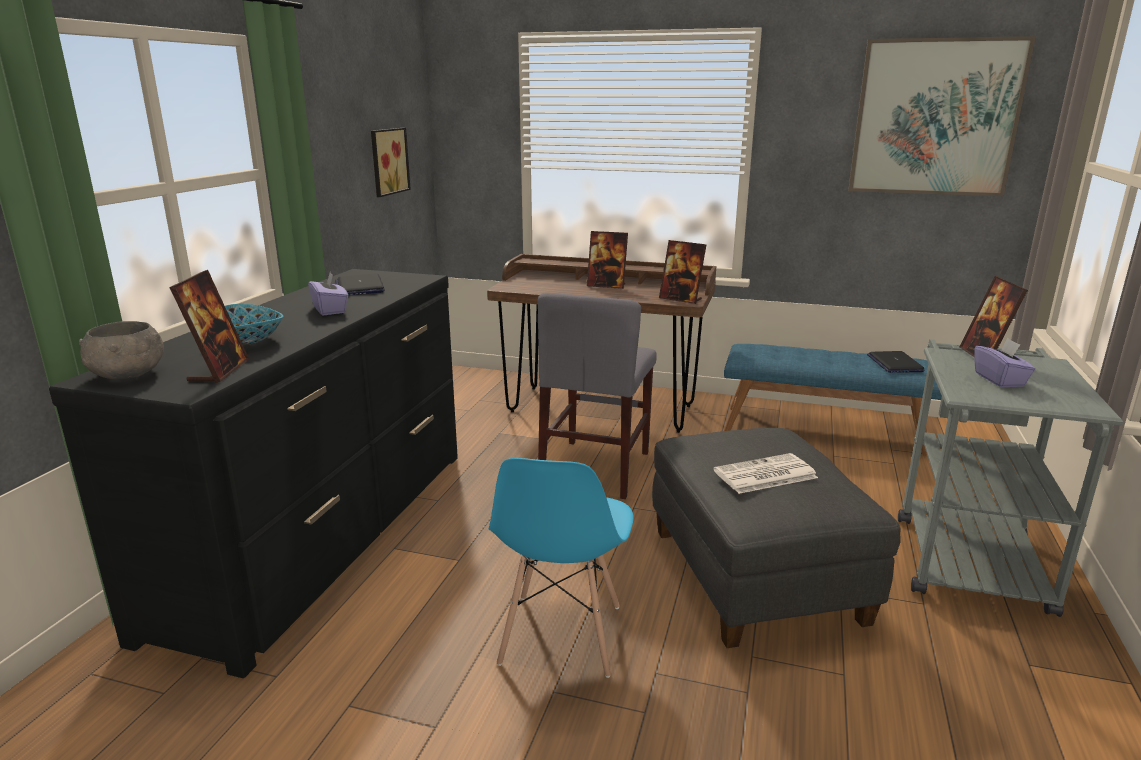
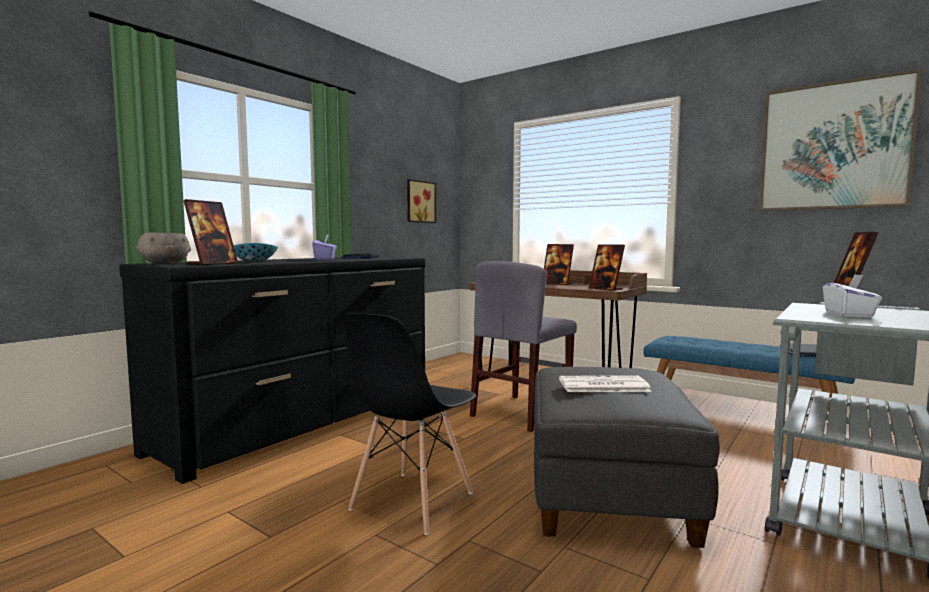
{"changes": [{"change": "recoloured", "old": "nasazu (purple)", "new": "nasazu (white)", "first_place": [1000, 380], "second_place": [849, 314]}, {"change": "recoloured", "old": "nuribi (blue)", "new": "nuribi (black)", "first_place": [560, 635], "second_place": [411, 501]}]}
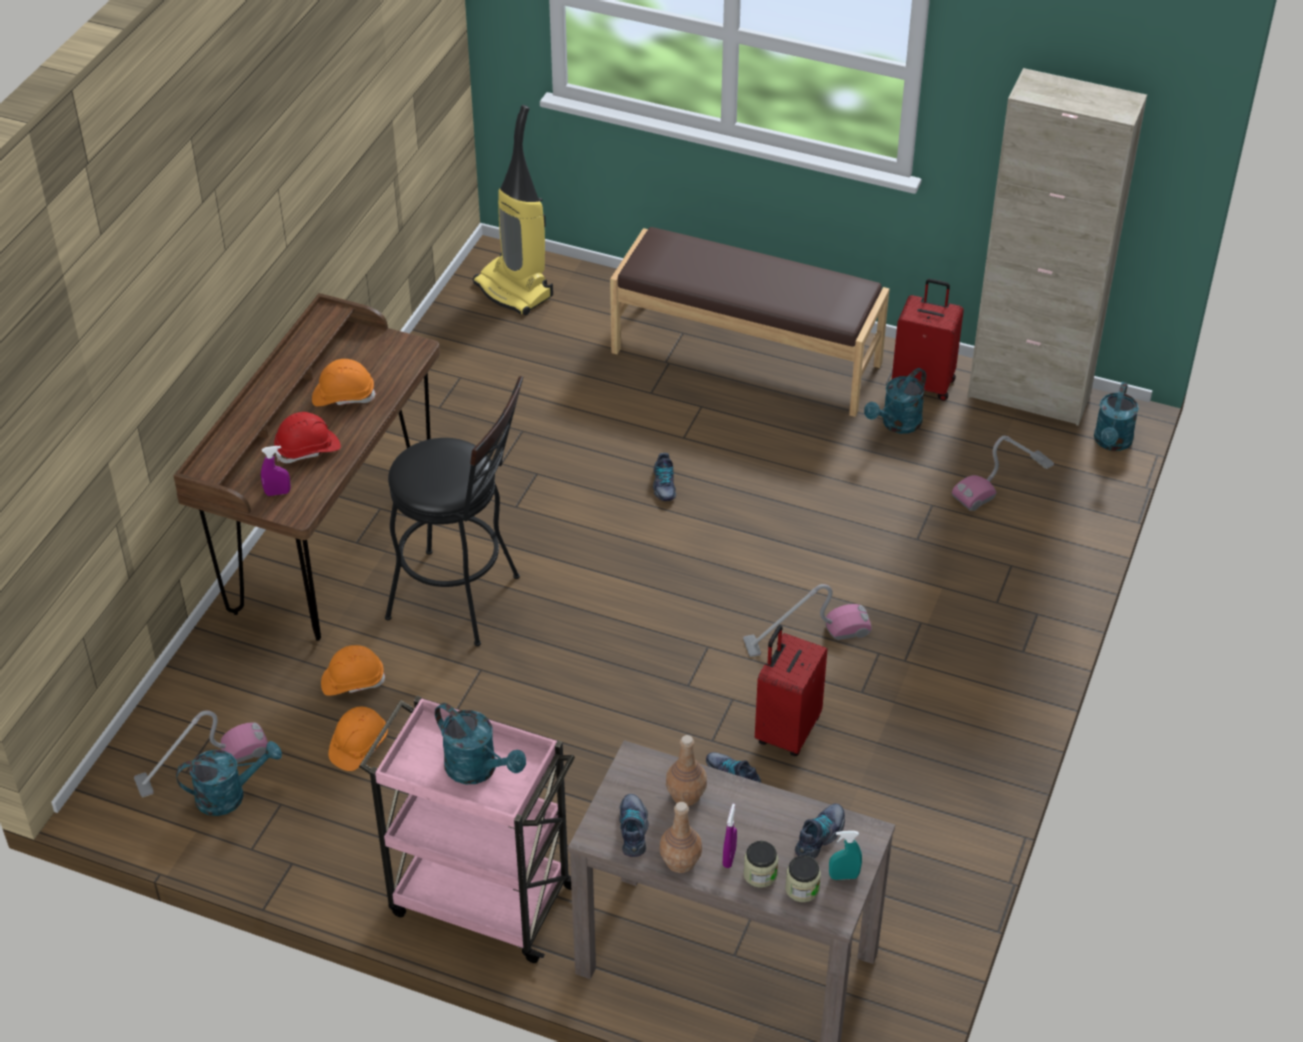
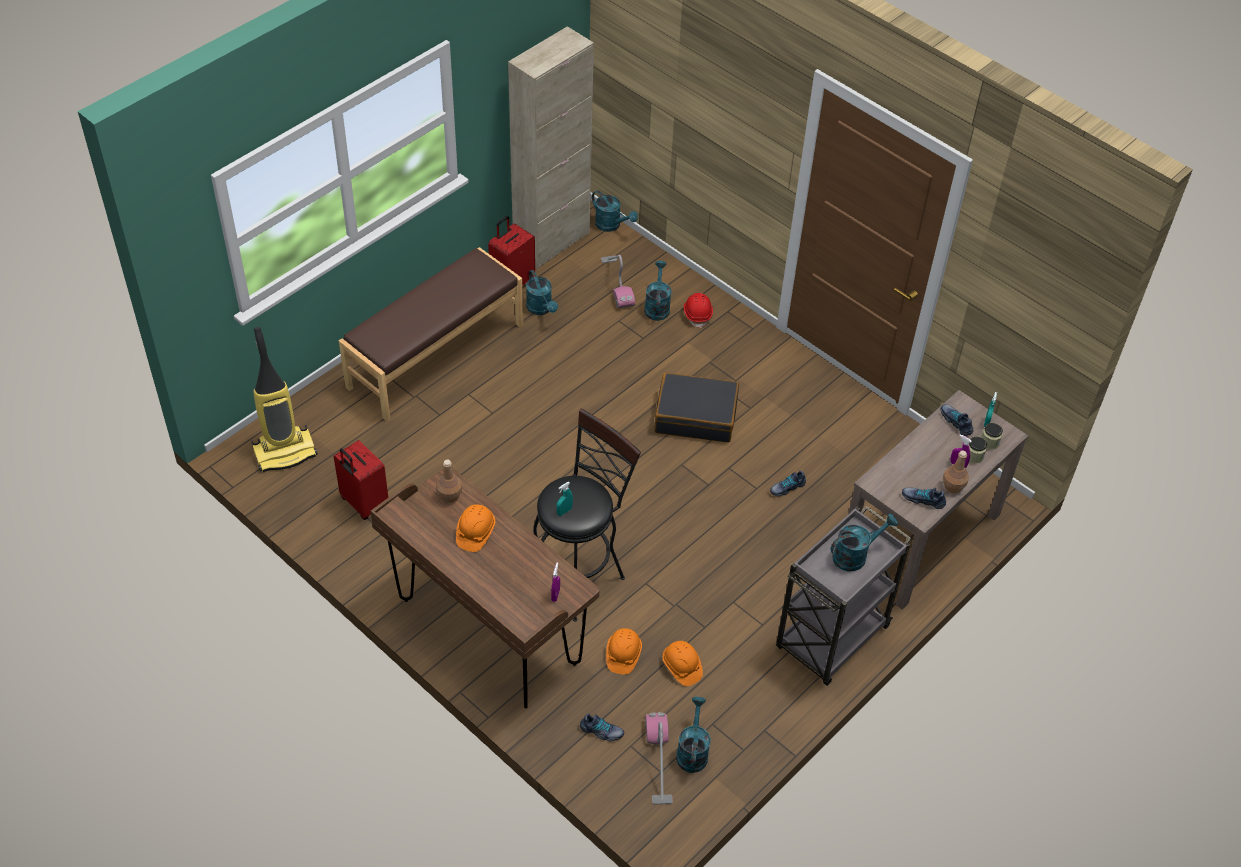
{"changes": [{"change": "moved", "old": "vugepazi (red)", "first_place": [308, 449], "second_place": [697, 314]}, {"change": "moved", "old": "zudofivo", "first_place": [663, 485], "second_place": [601, 731]}, {"change": "replaced", "old": "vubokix", "new": "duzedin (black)", "first_place": [807, 636], "second_place": [695, 416]}, {"change": "moved", "old": "duzedin (red)", "first_place": [786, 730], "second_place": [363, 503]}, {"change": "recoloured", "old": "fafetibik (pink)", "new": "fafetibik (grey)", "first_place": [479, 899], "second_place": [831, 639]}, {"change": "moved", "old": "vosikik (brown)", "first_place": [685, 794], "second_place": [449, 496]}, {"change": "added", "new": "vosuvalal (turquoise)", "second_place": [657, 306]}, {"change": "added", "new": "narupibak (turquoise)", "second_place": [564, 511]}]}
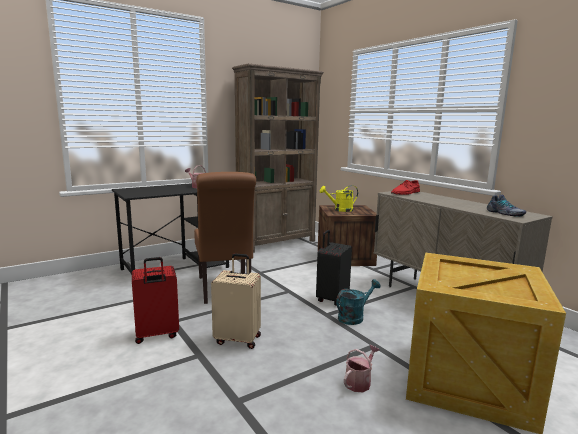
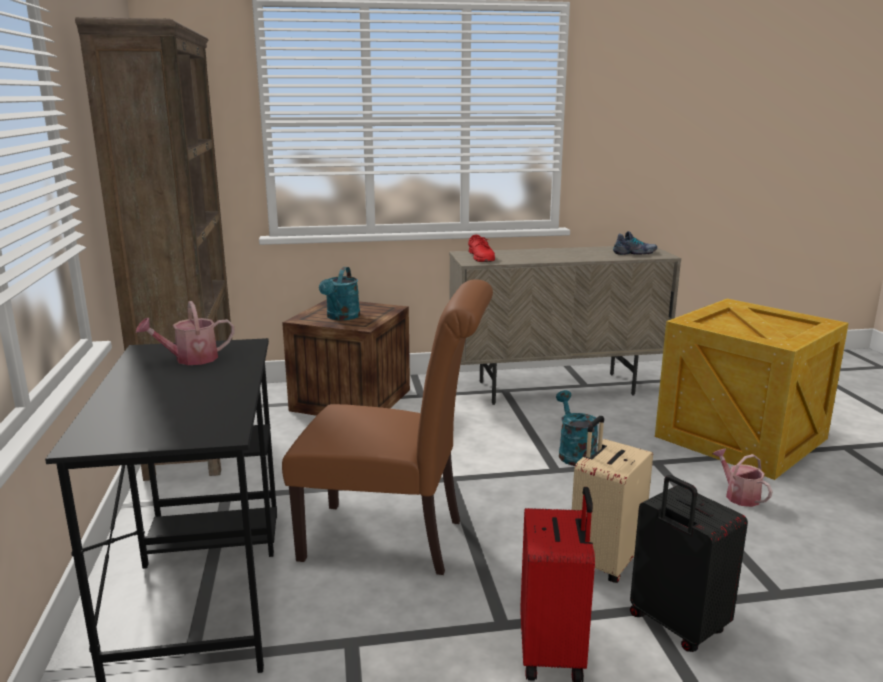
{"changes": [{"change": "recoloured", "old": "vosuvalal (yellow)", "new": "vosuvalal (turquoise)", "first_place": [340, 210], "second_place": [341, 317]}, {"change": "moved", "old": "duzedin (black)", "first_place": [332, 299], "second_place": [675, 625]}]}
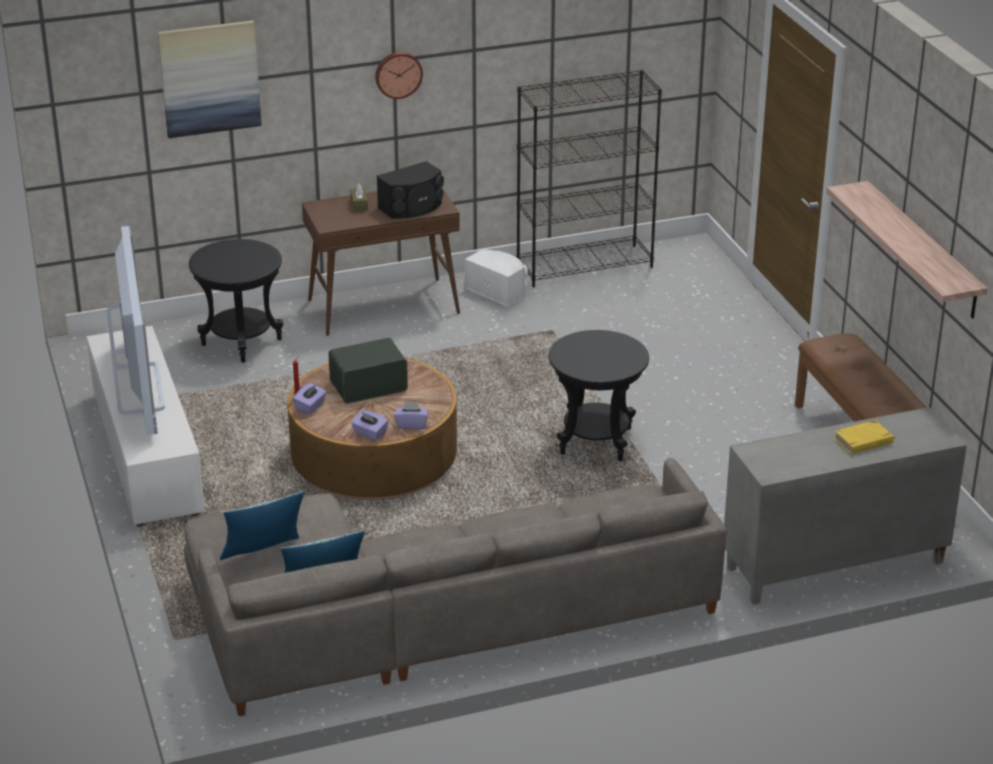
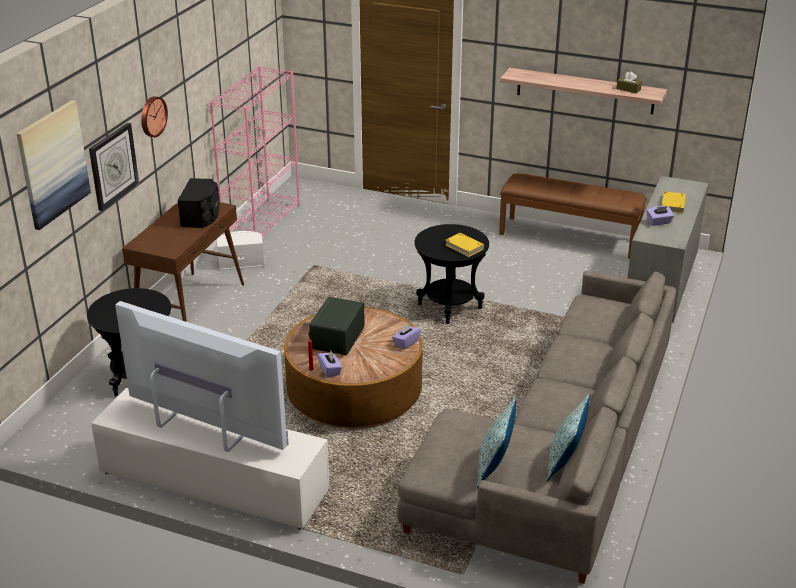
{"changes": [{"change": "recoloured", "old": "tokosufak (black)", "new": "tokosufak (pink)", "first_place": [585, 265], "second_place": [262, 223]}, {"change": "moved", "old": "nasazu (brown)", "first_place": [359, 205], "second_place": [628, 89]}, {"change": "moved", "old": "nasazu (purple)", "first_place": [369, 434], "second_place": [659, 222]}, {"change": "added", "new": "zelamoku", "second_place": [113, 166]}, {"change": "added", "new": "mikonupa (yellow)", "second_place": [464, 247]}]}
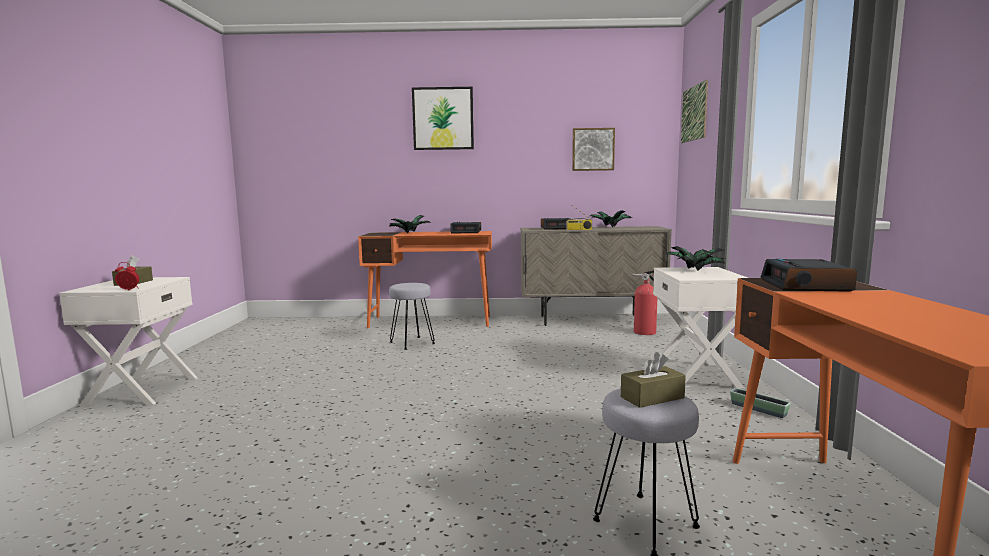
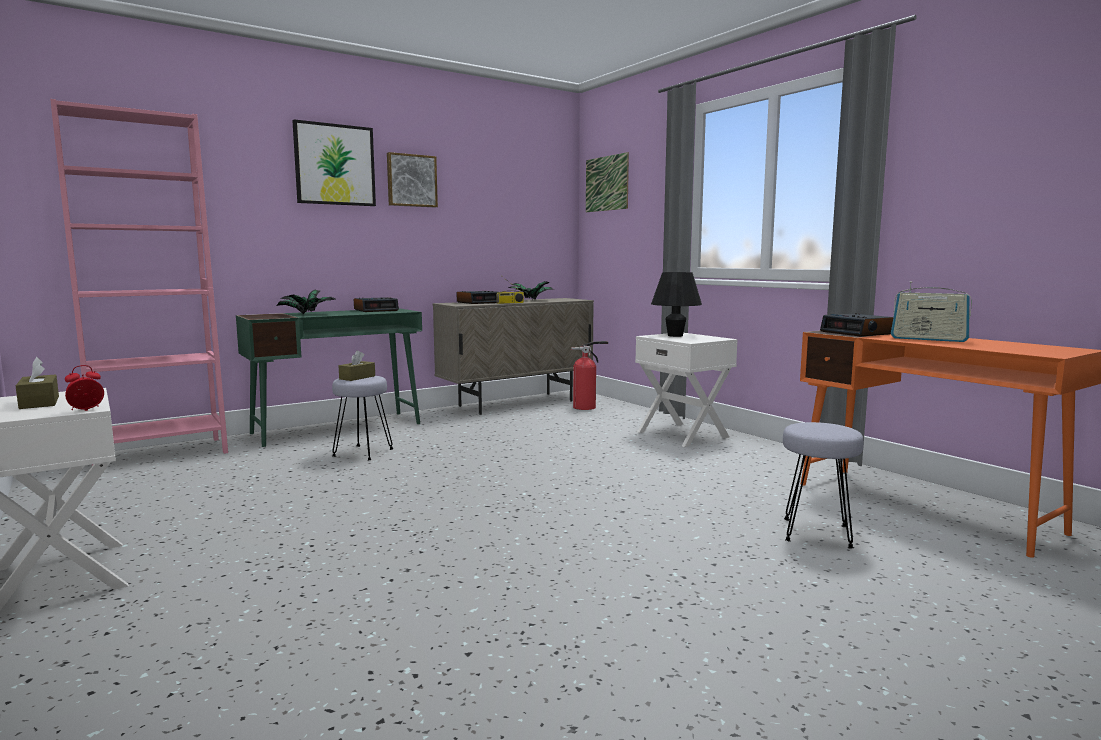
{"changes": [{"change": "moved", "old": "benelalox", "first_place": [593, 149], "second_place": [411, 180]}, {"change": "recoloured", "old": "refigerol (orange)", "new": "refigerol (green)", "first_place": [431, 321], "second_place": [338, 428]}, {"change": "replaced", "old": "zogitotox", "new": "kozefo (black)", "first_place": [694, 270], "second_place": [675, 335]}, {"change": "moved", "old": "nasazu (brown)", "first_place": [652, 397], "second_place": [357, 377]}, {"change": "removed", "old": "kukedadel", "first_place": [758, 409]}, {"change": "added", "new": "tokosufak (pink)", "second_place": [160, 454]}, {"change": "added", "new": "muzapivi", "second_place": [928, 339]}]}
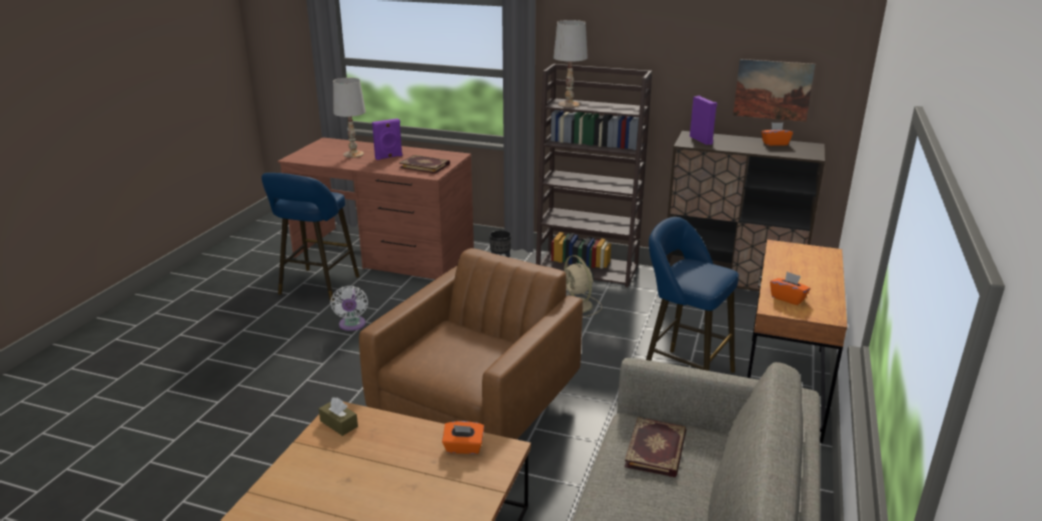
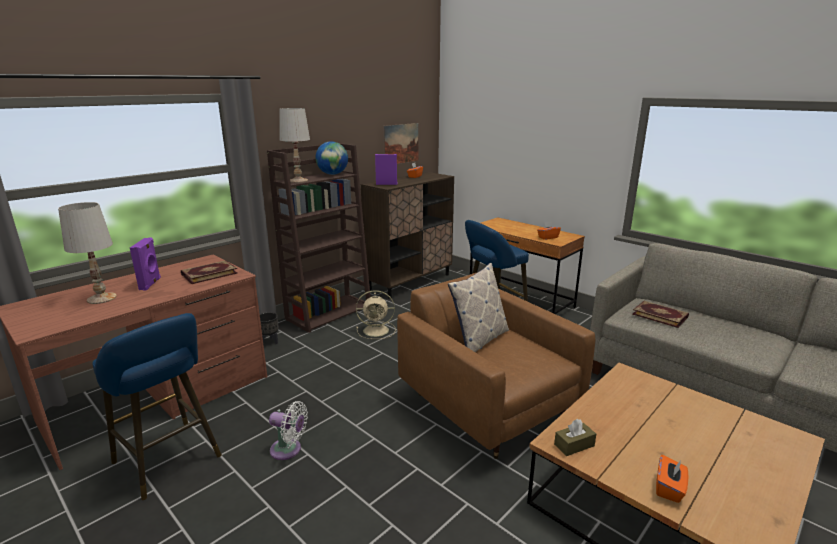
{"changes": [{"change": "moved", "old": "nasazu (orange)", "first_place": [463, 448], "second_place": [669, 488]}, {"change": "added", "new": "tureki", "second_place": [332, 174]}, {"change": "added", "new": "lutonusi", "second_place": [478, 340]}]}
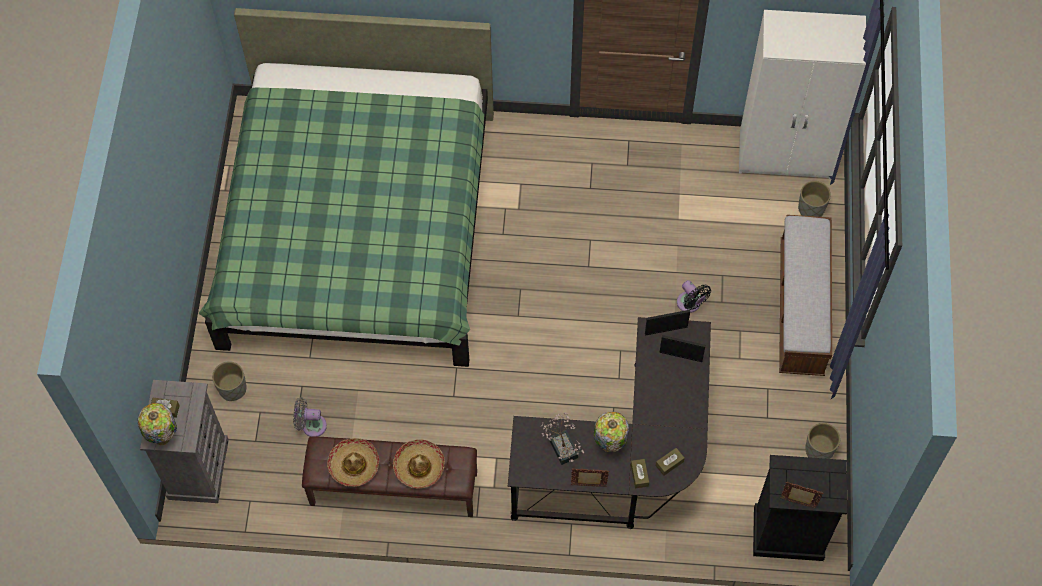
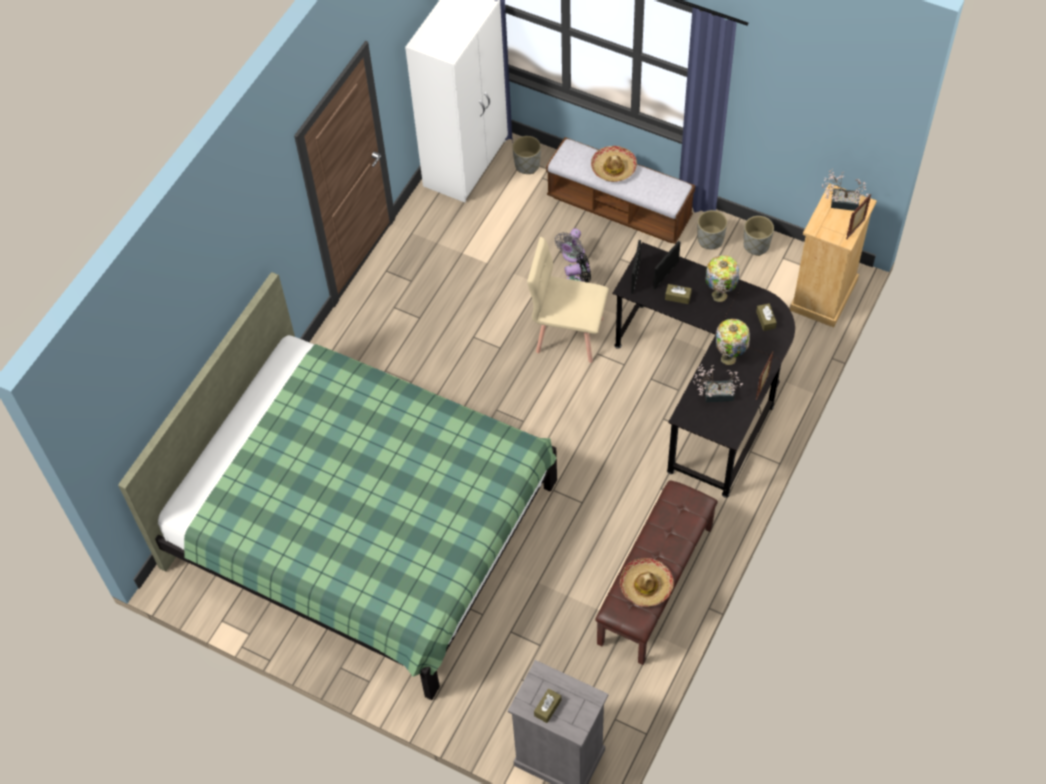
{"changes": [{"change": "moved", "old": "kukedadel (grey)", "first_place": [232, 388], "second_place": [710, 240]}, {"change": "moved", "old": "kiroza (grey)", "first_place": [311, 425], "second_place": [572, 255]}, {"change": "moved", "old": "kozefo", "first_place": [163, 438], "second_place": [720, 294]}, {"change": "moved", "old": "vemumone", "first_place": [419, 466], "second_place": [613, 168]}, {"change": "recoloured", "old": "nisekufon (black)", "new": "nisekufon (beige)", "first_place": [787, 534], "second_place": [823, 295]}, {"change": "moved", "old": "nasazu (brown)", "first_place": [639, 475], "second_place": [678, 297]}, {"change": "added", "new": "zogitotox", "second_place": [841, 202]}, {"change": "added", "new": "nuribi (beige)", "second_place": [569, 334]}]}
